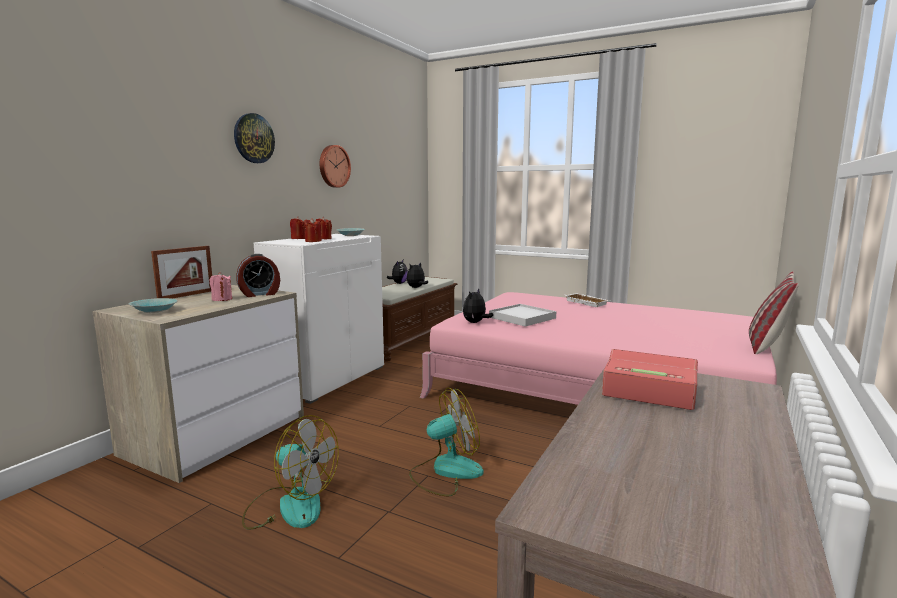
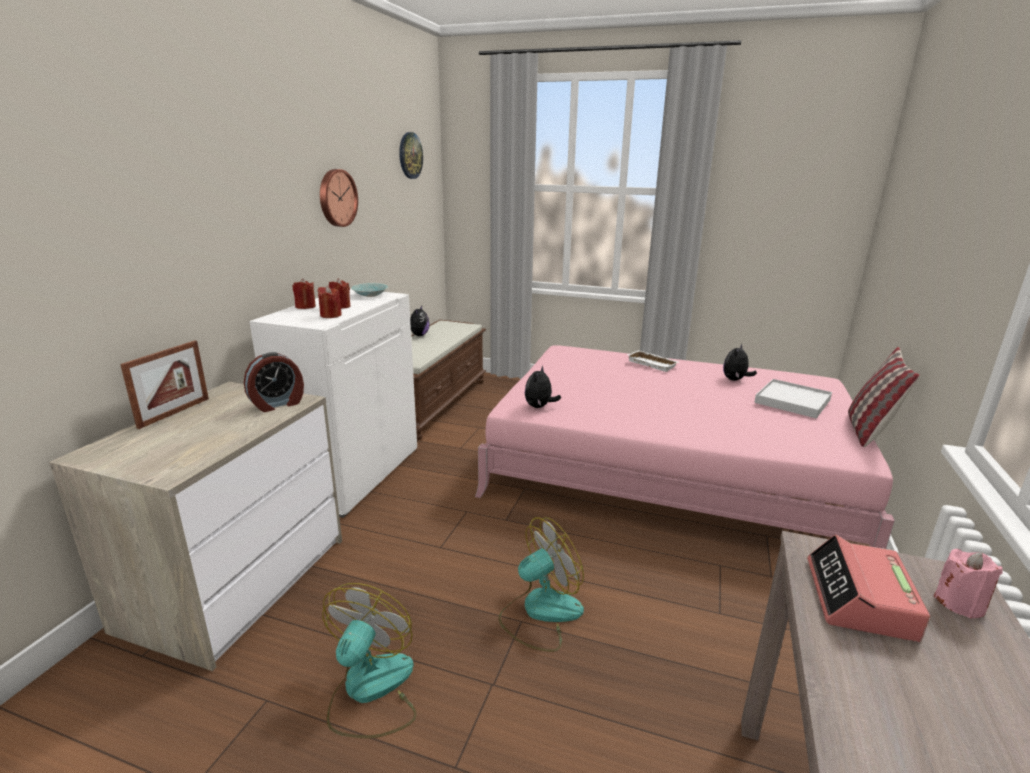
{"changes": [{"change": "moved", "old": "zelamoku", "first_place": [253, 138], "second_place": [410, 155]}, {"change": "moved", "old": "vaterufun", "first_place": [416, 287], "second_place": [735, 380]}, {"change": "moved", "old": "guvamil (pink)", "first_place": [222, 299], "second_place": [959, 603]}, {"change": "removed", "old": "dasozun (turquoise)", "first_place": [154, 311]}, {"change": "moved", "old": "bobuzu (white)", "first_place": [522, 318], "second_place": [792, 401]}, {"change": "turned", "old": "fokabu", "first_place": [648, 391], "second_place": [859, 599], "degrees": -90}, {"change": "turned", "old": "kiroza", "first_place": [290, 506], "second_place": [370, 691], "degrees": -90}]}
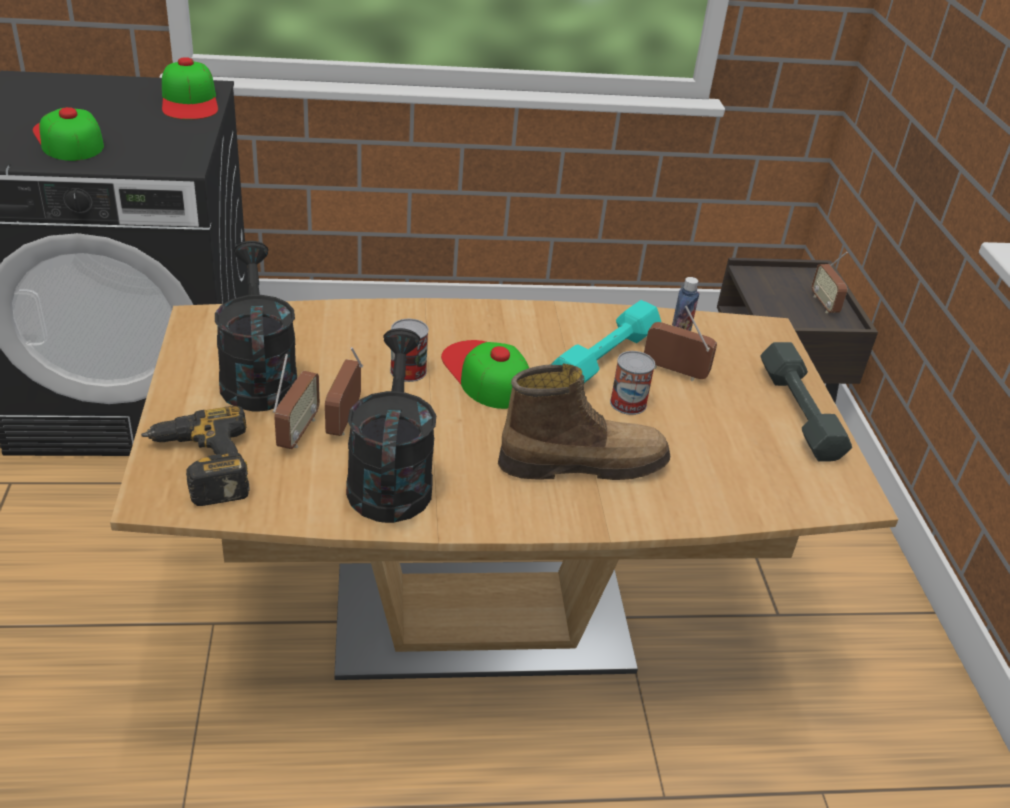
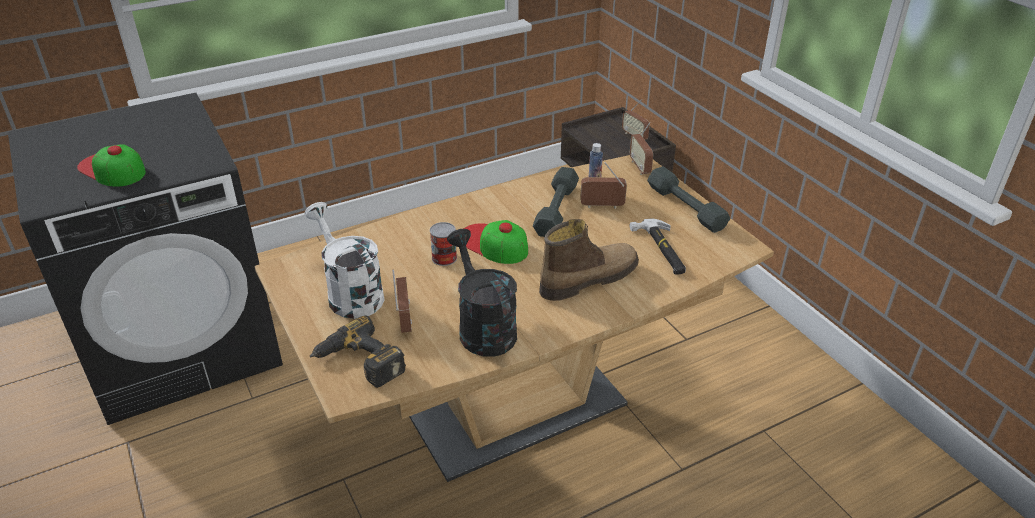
{"changes": [{"change": "removed", "old": "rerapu", "first_place": [190, 100]}, {"change": "recoloured", "old": "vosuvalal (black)", "new": "vosuvalal (white)", "first_place": [257, 375], "second_place": [350, 293]}, {"change": "recoloured", "old": "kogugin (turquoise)", "new": "kogugin (grey)", "first_place": [605, 356], "second_place": [556, 210]}, {"change": "moved", "old": "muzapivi", "first_place": [344, 419], "second_place": [640, 167]}, {"change": "removed", "old": "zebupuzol", "first_place": [628, 403]}, {"change": "added", "new": "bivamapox", "second_place": [661, 249]}]}
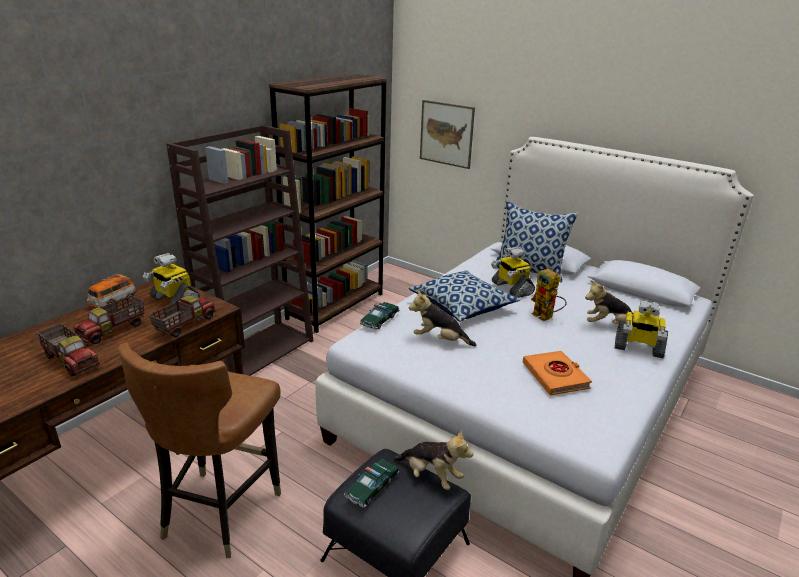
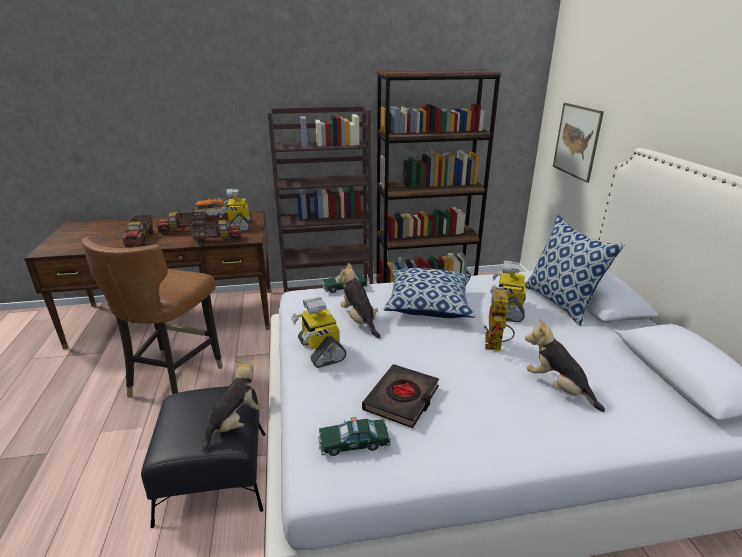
{"changes": [{"change": "moved", "old": "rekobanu", "first_place": [638, 348], "second_place": [320, 350]}, {"change": "turned", "old": "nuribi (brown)", "first_place": [220, 511], "second_place": [175, 379], "degrees": -45}, {"change": "recoloured", "old": "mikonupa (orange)", "new": "mikonupa (black)", "first_place": [555, 376], "second_place": [402, 399]}, {"change": "turned", "old": "vaterufun", "first_place": [431, 476], "second_place": [235, 423], "degrees": -135}, {"change": "moved", "old": "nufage", "first_place": [372, 487], "second_place": [354, 443]}]}
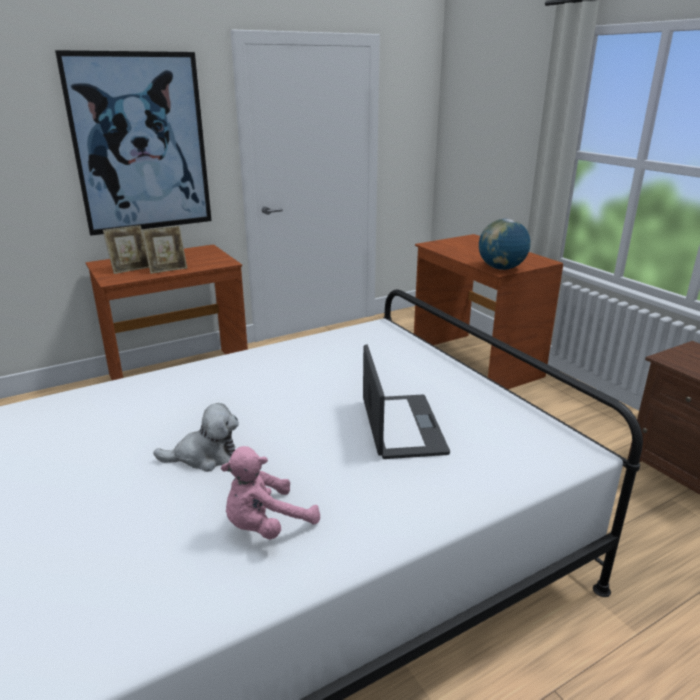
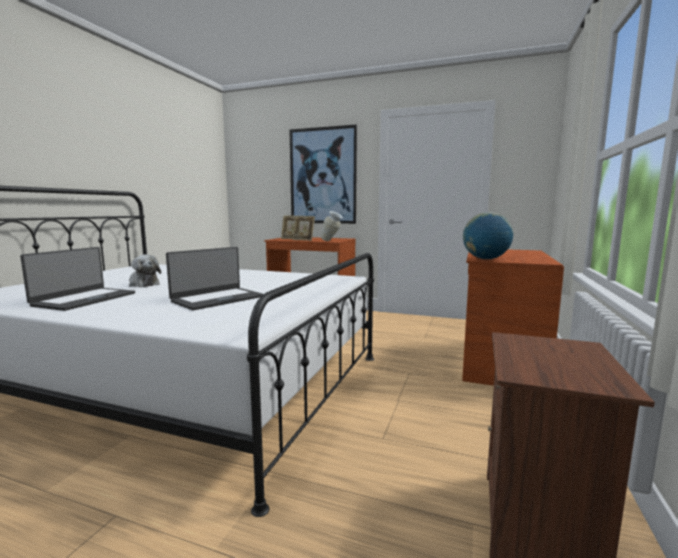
{"changes": [{"change": "replaced", "old": "vaterufun (pink)", "new": "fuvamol", "first_place": [266, 525], "second_place": [84, 299]}, {"change": "added", "new": "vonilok", "second_place": [331, 241]}]}
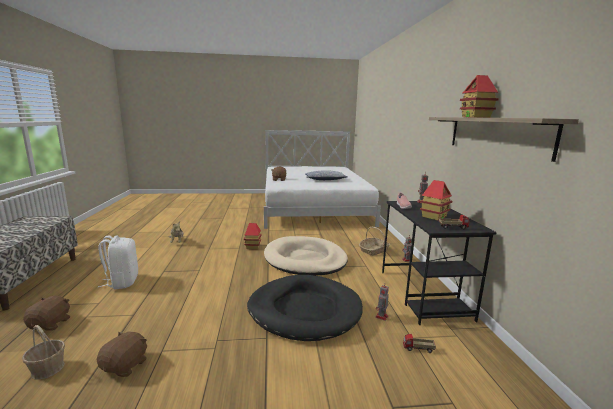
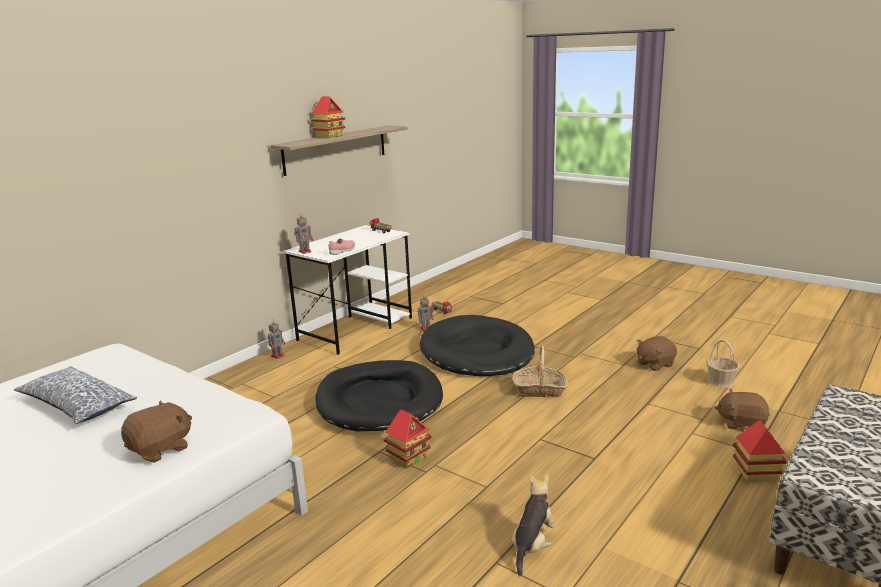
{"changes": [{"change": "moved", "old": "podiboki", "first_place": [434, 216], "second_place": [755, 474]}, {"change": "recoloured", "old": "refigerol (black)", "new": "refigerol (white)", "first_place": [423, 294], "second_place": [356, 328]}, {"change": "moved", "old": "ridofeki", "first_place": [373, 250], "second_place": [539, 390]}, {"change": "removed", "old": "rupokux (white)", "first_place": [122, 282]}, {"change": "recoloured", "old": "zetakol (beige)", "new": "zetakol (black)", "first_place": [305, 259], "second_place": [379, 400]}, {"change": "turned", "old": "vaterufun (brown)", "first_place": [51, 324], "second_place": [741, 423], "degrees": 60}]}
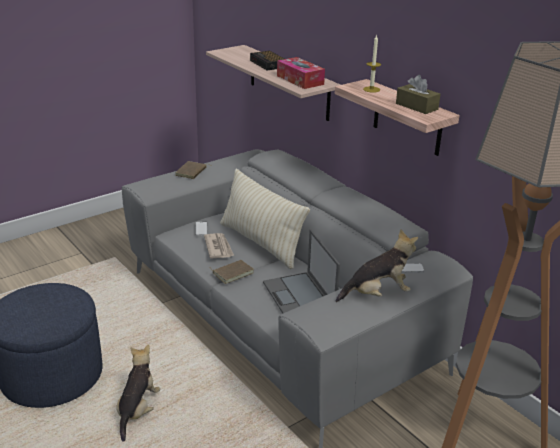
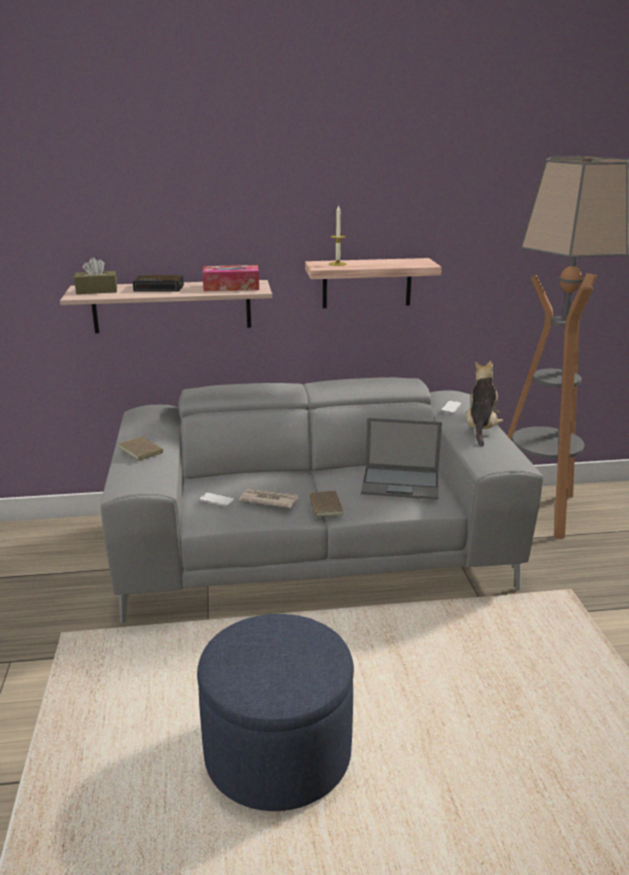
{"changes": [{"change": "moved", "old": "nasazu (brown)", "first_place": [416, 106], "second_place": [97, 291]}, {"change": "removed", "old": "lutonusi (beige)", "first_place": [261, 243]}, {"change": "removed", "old": "vaterufun", "first_place": [138, 410]}]}
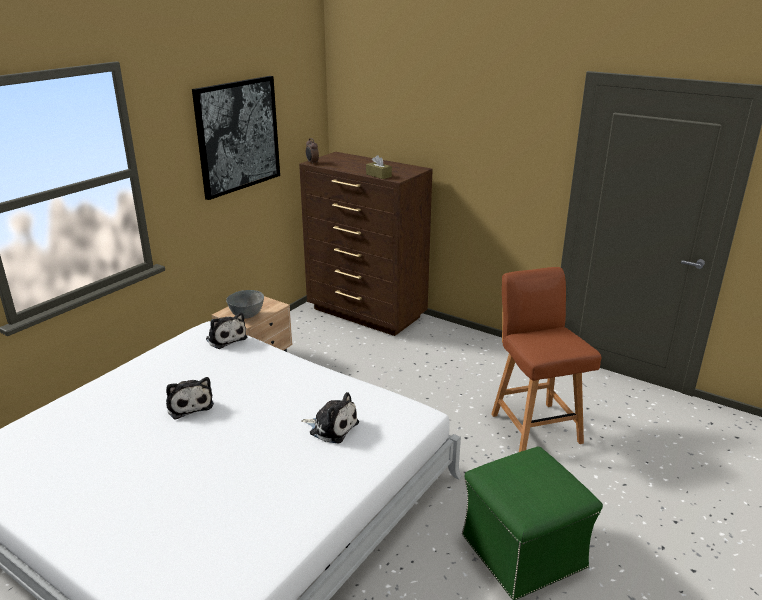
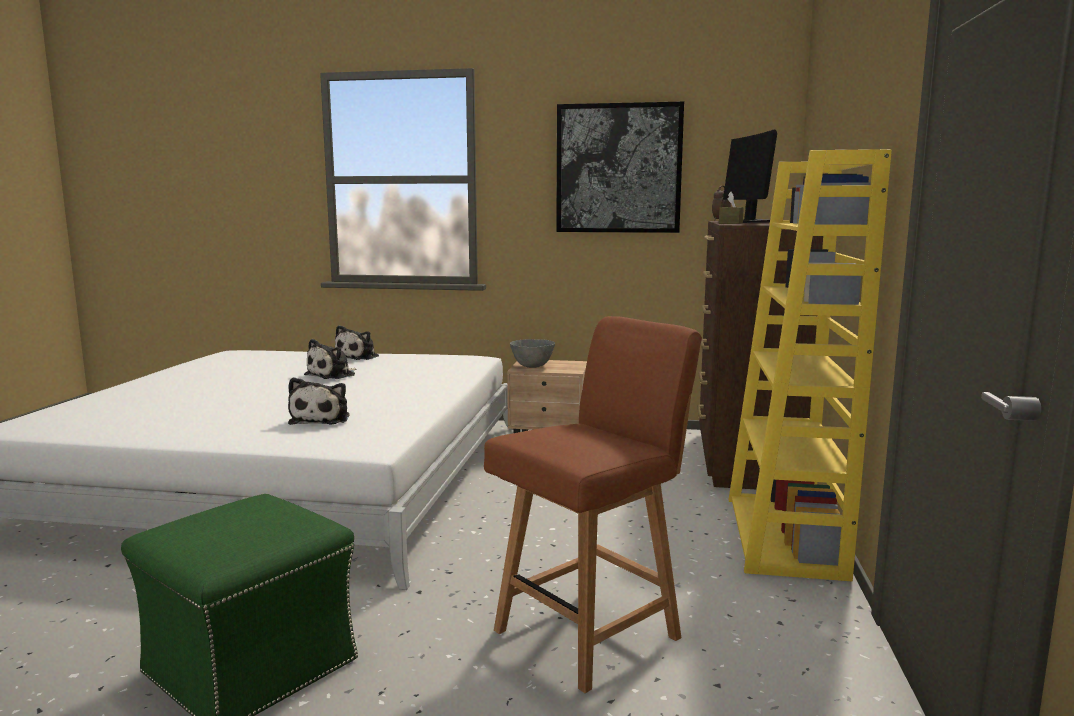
{"changes": [{"change": "moved", "old": "vaterufun", "first_place": [225, 338], "second_place": [358, 357]}, {"change": "added", "new": "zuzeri", "second_place": [748, 222]}, {"change": "added", "new": "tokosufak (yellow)", "second_place": [785, 536]}]}
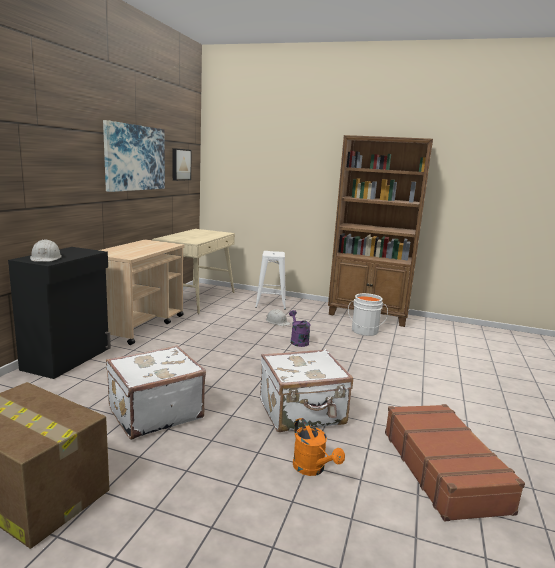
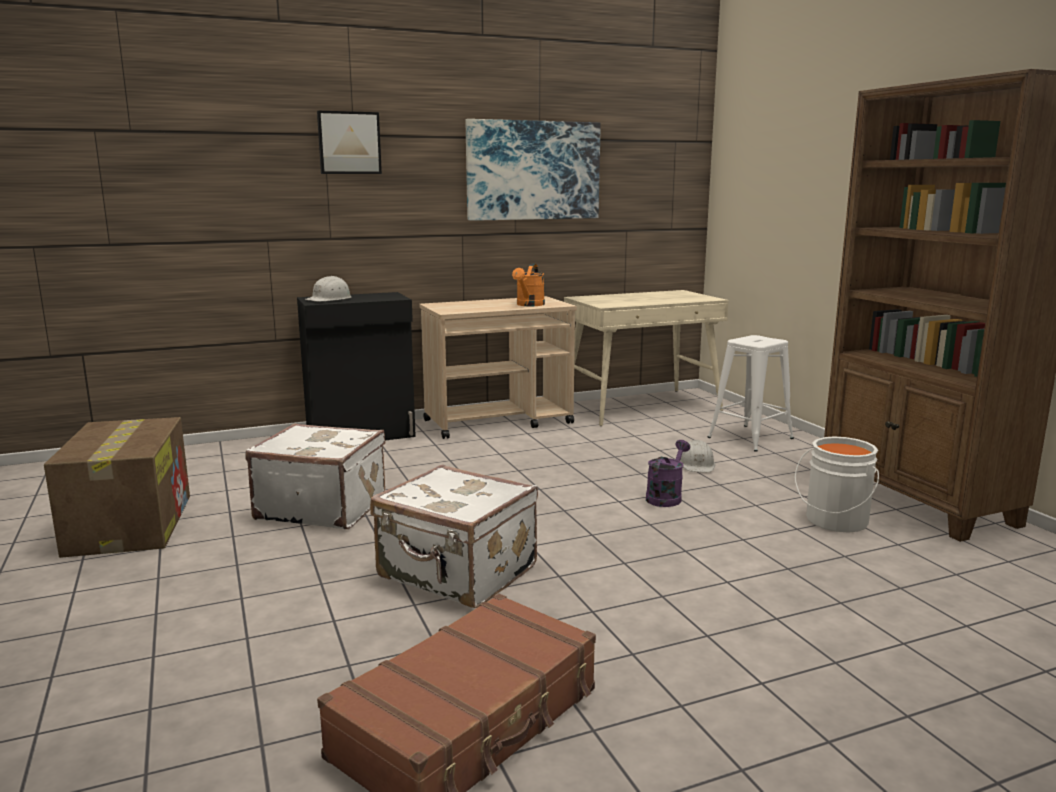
{"changes": [{"change": "moved", "old": "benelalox", "first_place": [180, 164], "second_place": [349, 143]}, {"change": "moved", "old": "vosuvalal (orange)", "first_place": [312, 469], "second_place": [529, 305]}]}
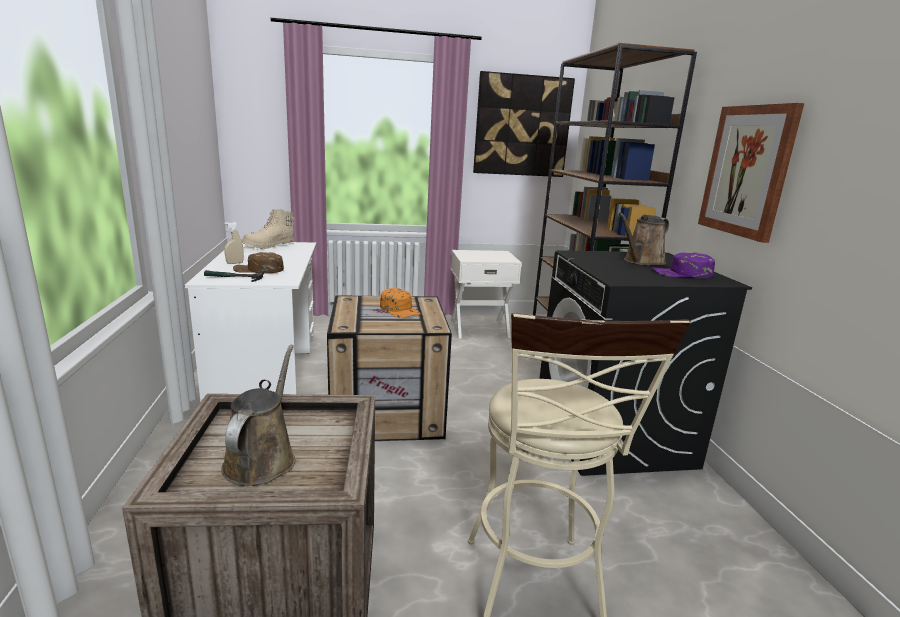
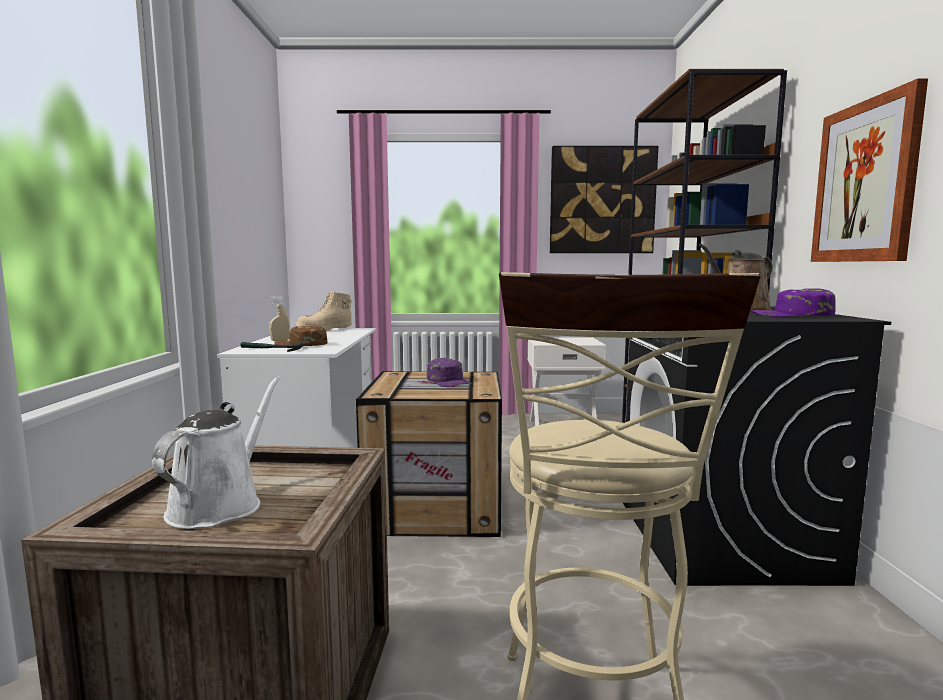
{"changes": [{"change": "recoloured", "old": "rerapu (orange)", "new": "rerapu (purple)", "first_place": [400, 310], "second_place": [449, 381]}, {"change": "recoloured", "old": "vosuvalal (brown)", "new": "vosuvalal (white)", "first_place": [262, 459], "second_place": [220, 504]}]}
